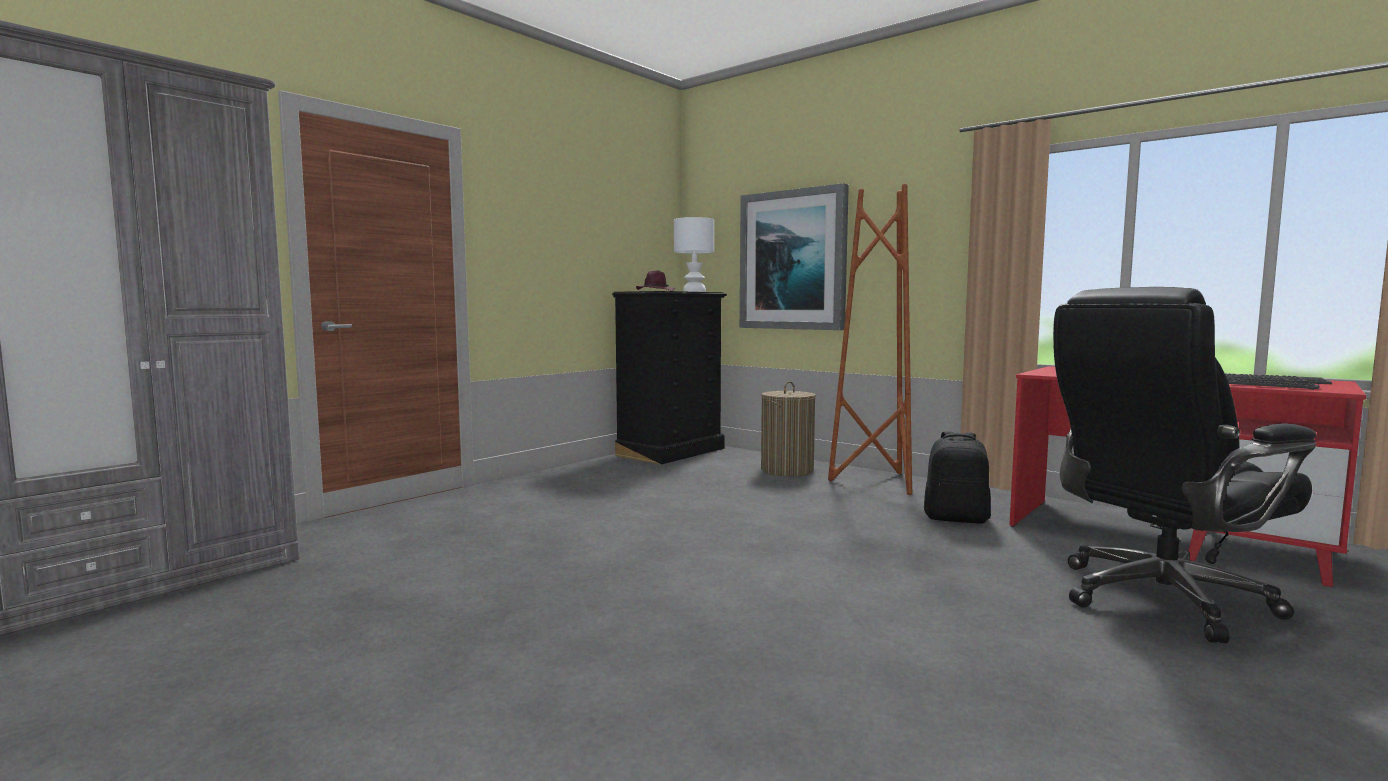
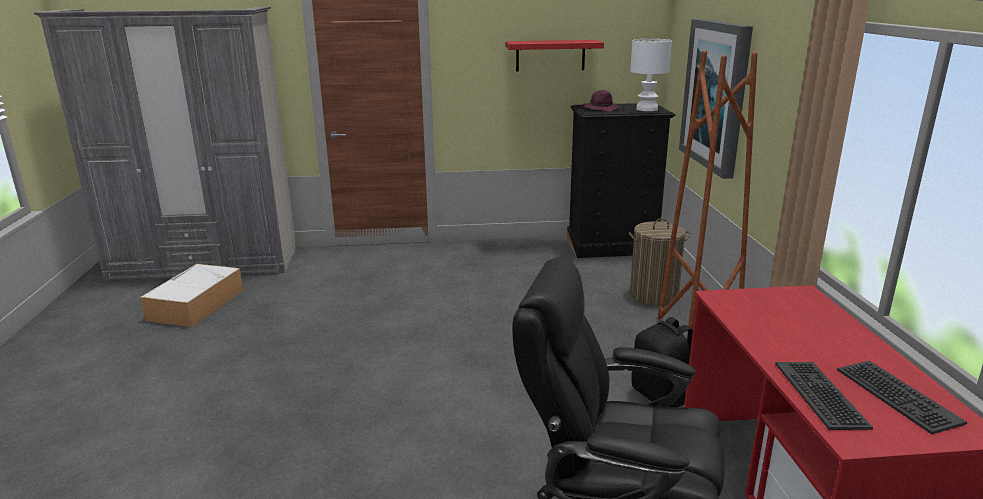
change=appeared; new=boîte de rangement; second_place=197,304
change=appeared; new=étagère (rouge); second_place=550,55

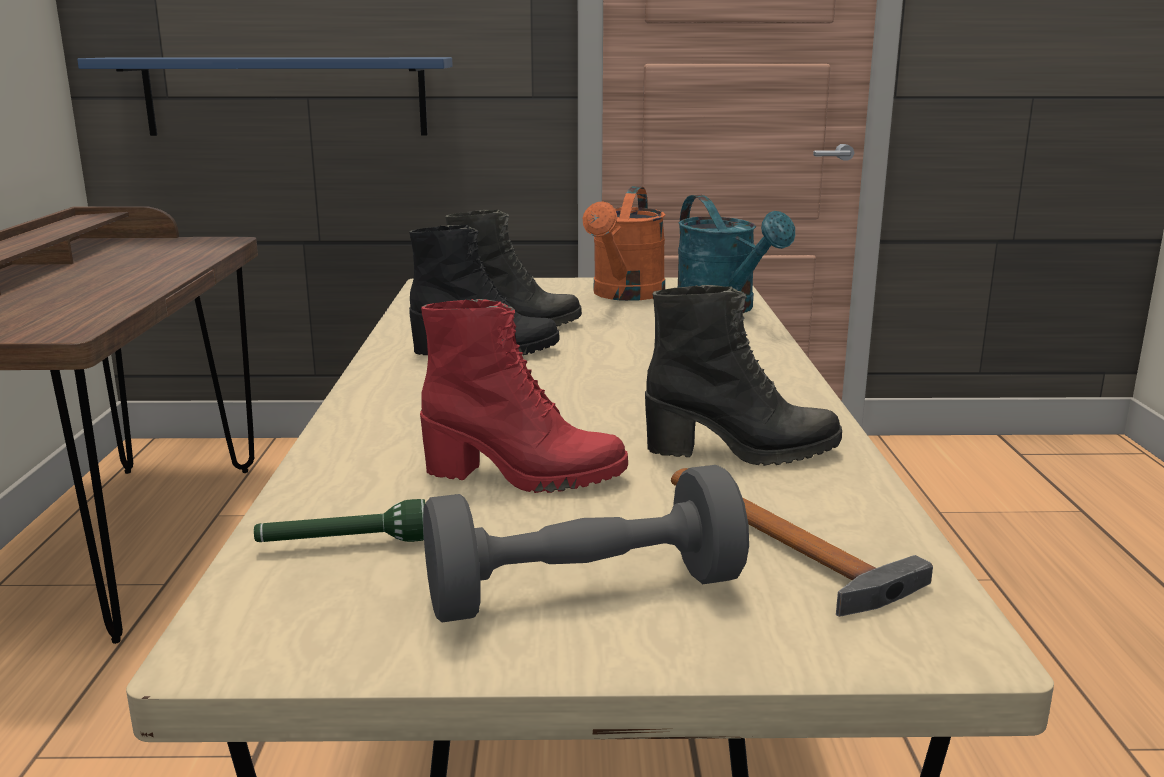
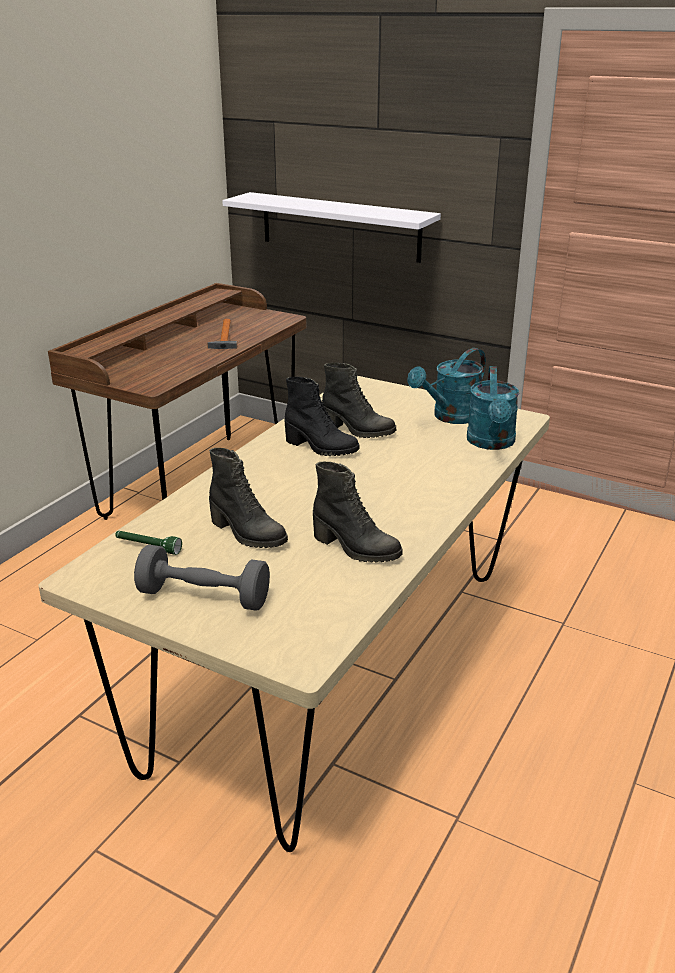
change=relocated; old=marteau; first_place=785,544; second_place=224,337
change=colour; old=étagère (bleu); new=étagère (blanc); first_place=286,96; second_place=340,227
change=colour; old=botte (rouge); new=botte (noir); first_place=524,477; second_place=247,534
change=colour; old=arrosoir (orange); new=arrosoir (turquoise); first_place=625,295; second_place=450,417

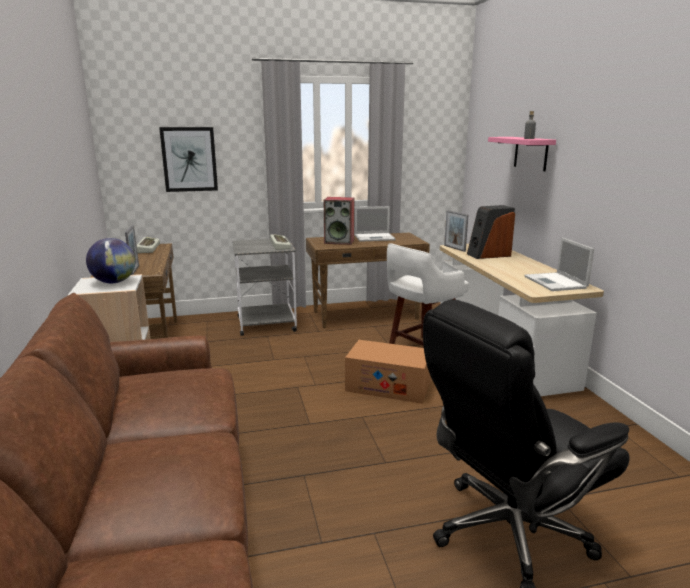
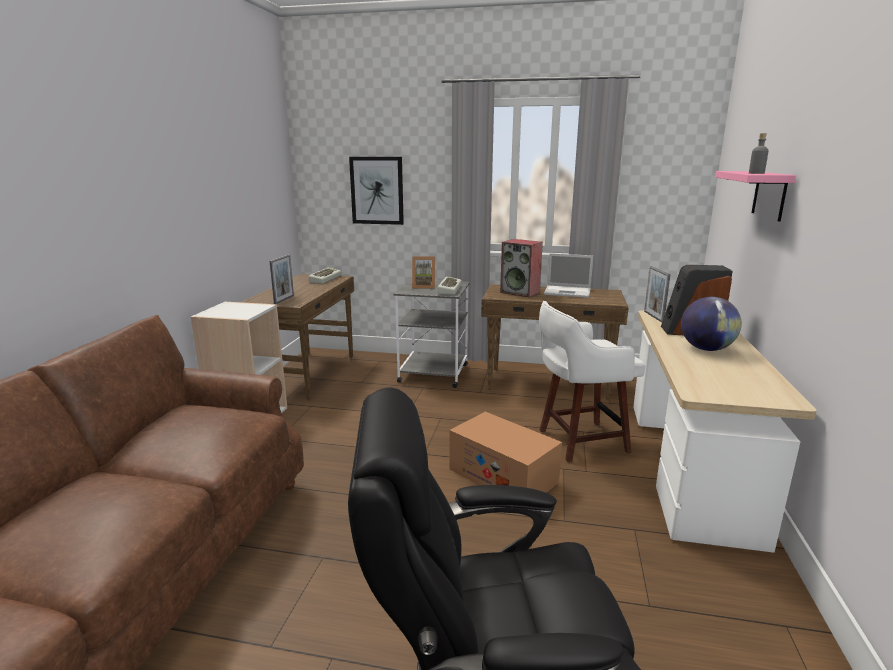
change=missing; old=ordinateur portable; first_place=556,282
change=appeared; new=cadre photo; second_place=423,287
change=relocated; old=globe; first_place=114,282; second_place=706,349

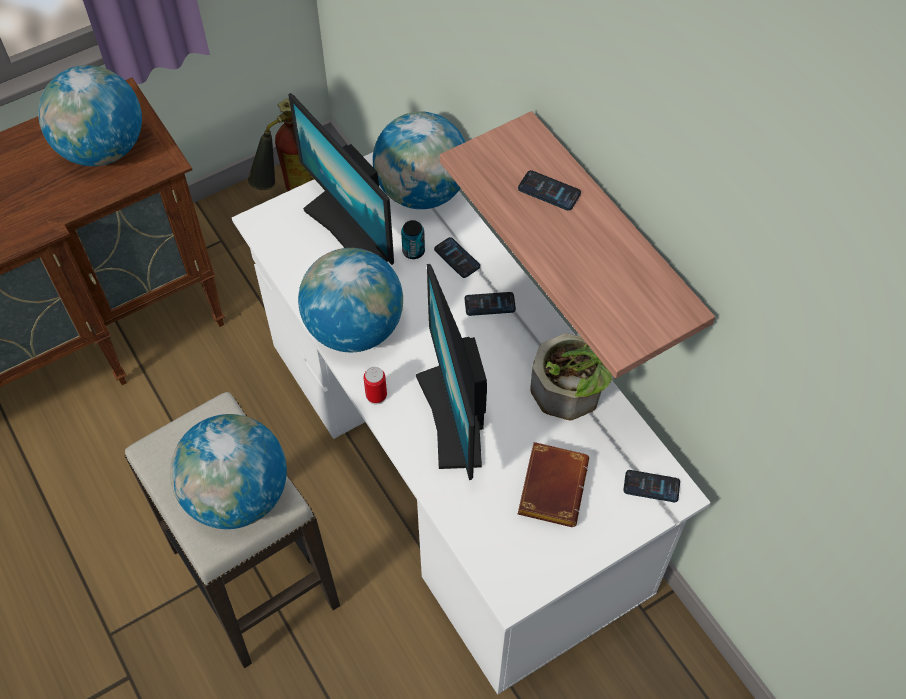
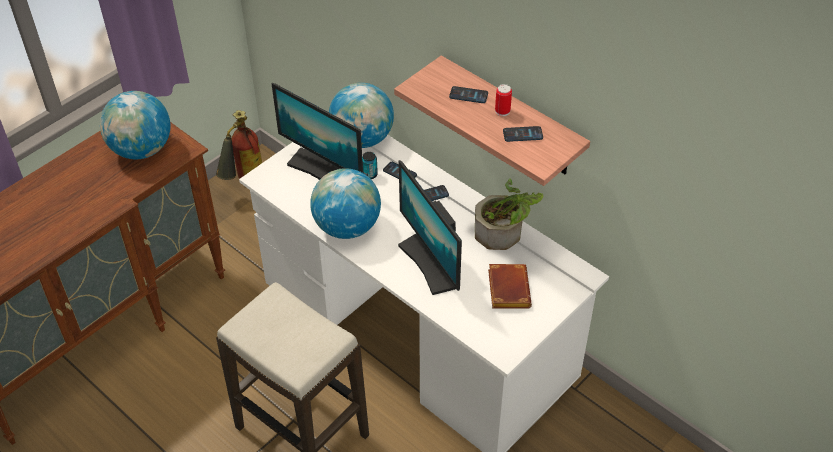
change=missing; old=globe; first_place=237,495
change=relocated; old=boîte métallique; first_place=376,395; second_place=502,111
change=relocated; old=téléphone; first_place=651,486; second_place=522,134

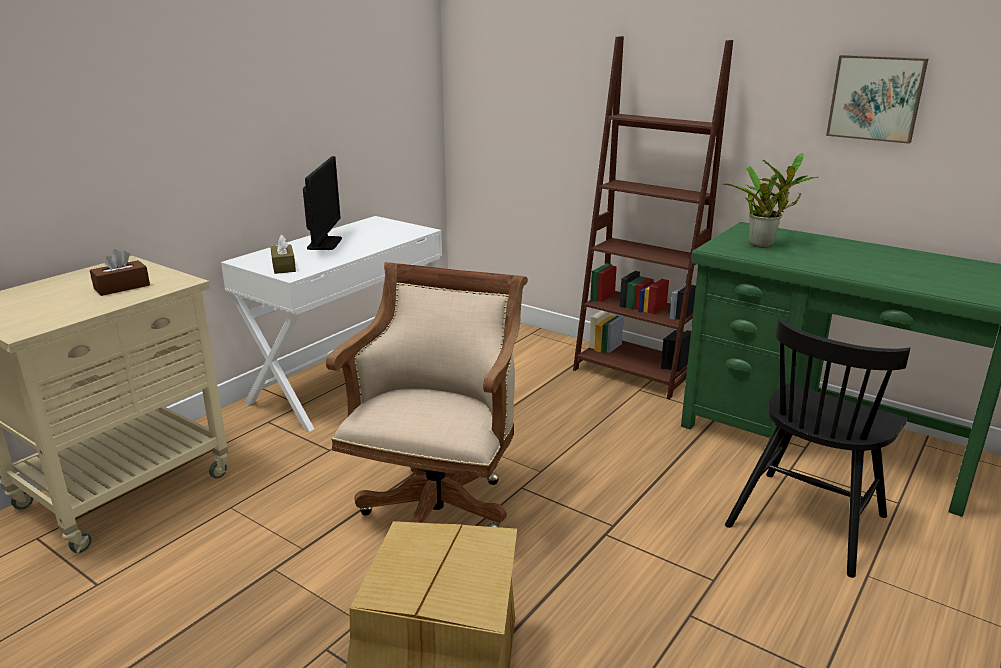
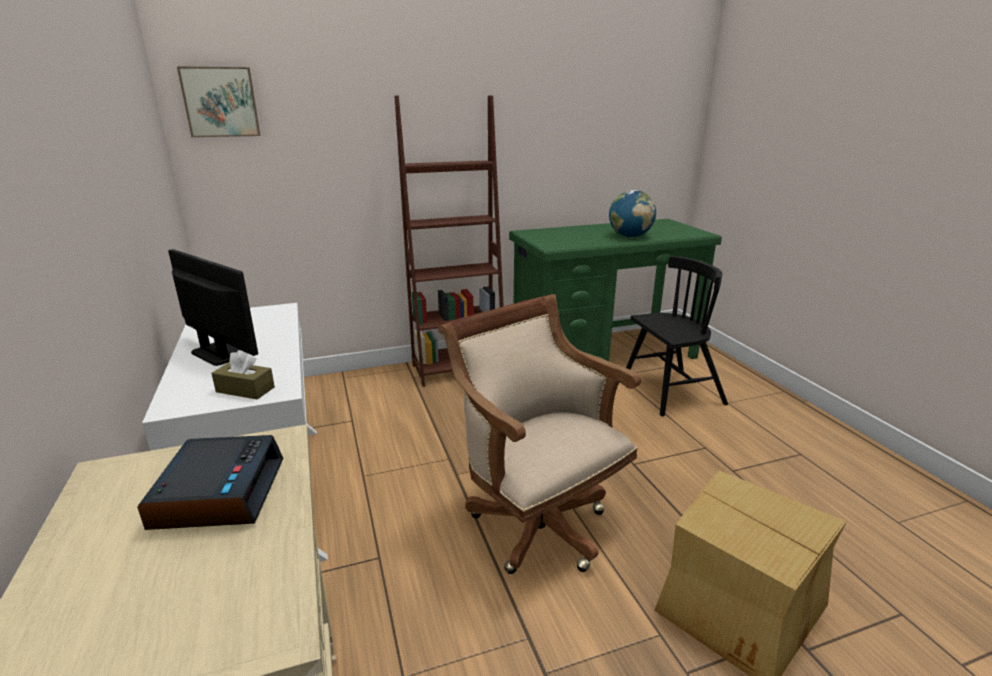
change=missing; old=plante en pot; first_place=764,244
change=appeared; new=globe; second_place=630,236
change=relocated; old=tableau; first_place=876,98; second_place=220,102
change=exchanged; old=boîte à mouchoirs (marron); new=réveil; first_place=122,287; second_place=219,492
change=spun; old=chaise (noir); first_place=809,516; second_place=667,392; degrees=-90

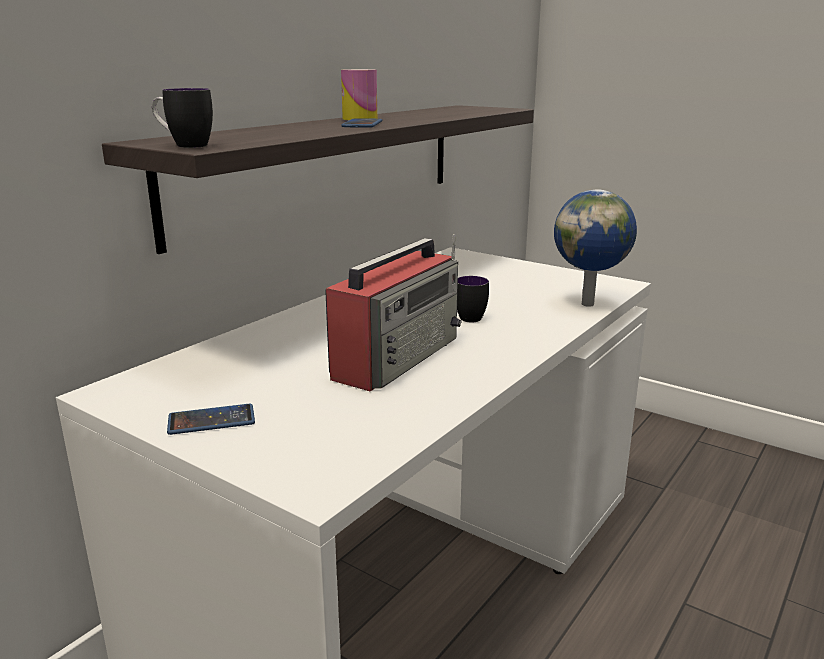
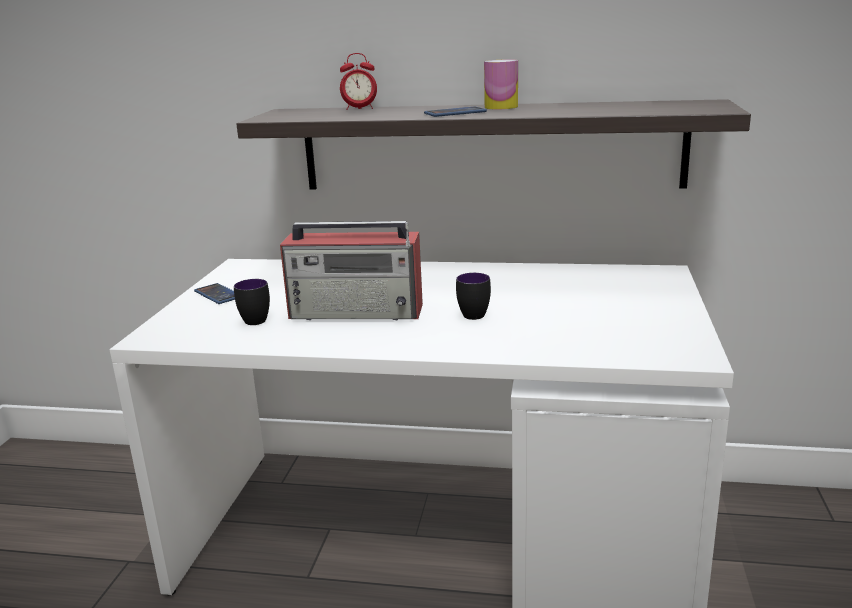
change=missing; old=globe; first_place=589,304
change=appeared; new=réveil; second_place=359,109
change=relocated; old=mug; first_place=184,145; second_place=256,318

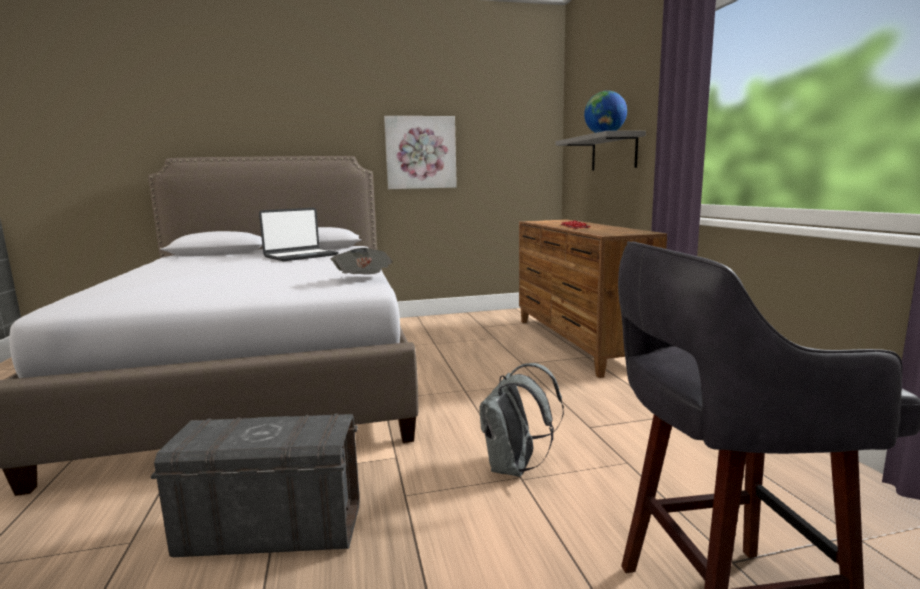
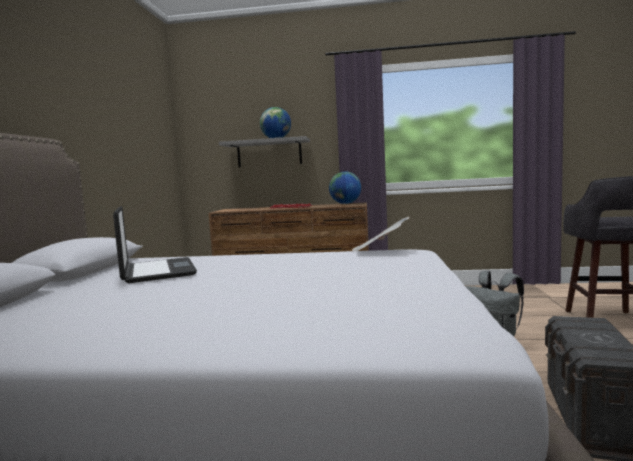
change=missing; old=tableau; first_place=420,153
change=appeared; new=globe; second_place=345,204

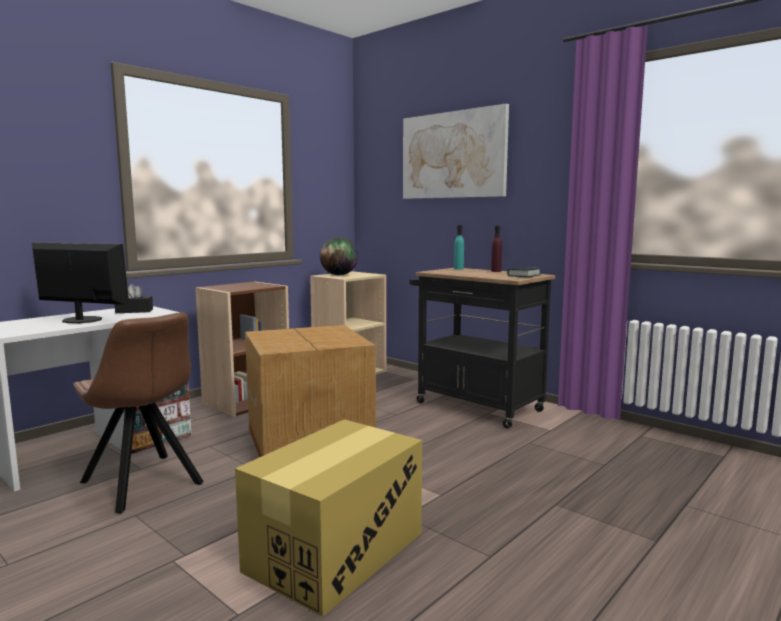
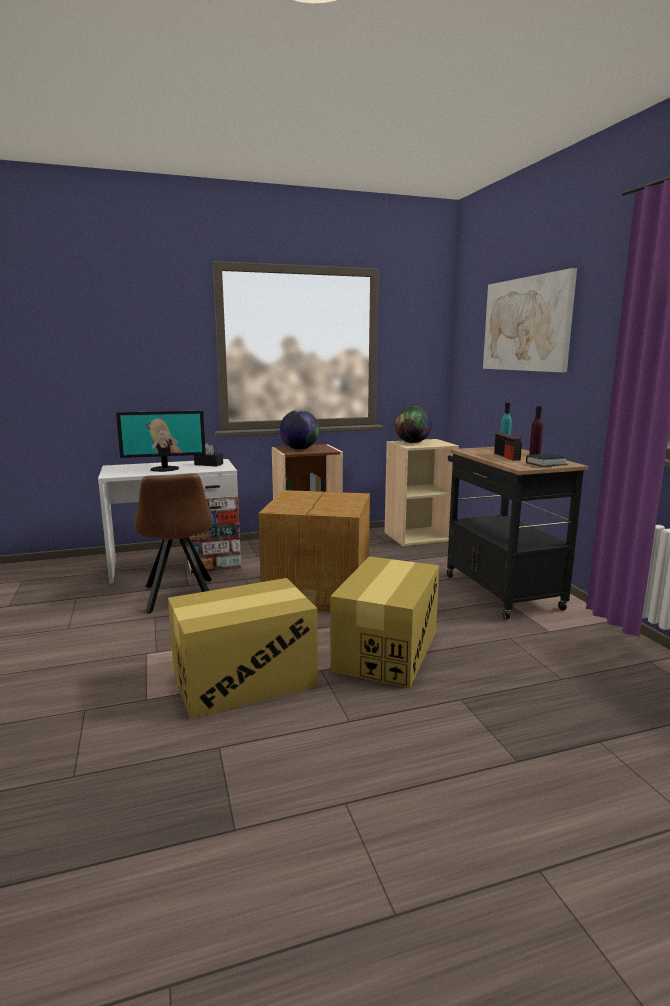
change=appeared; new=globe; second_place=299,449
change=appeared; new=carton; second_place=386,650
change=appeared; new=radio; second_place=506,456
change=spun; old=écran d'ordinateur; first_place=81,320; second_place=165,469; degrees=120

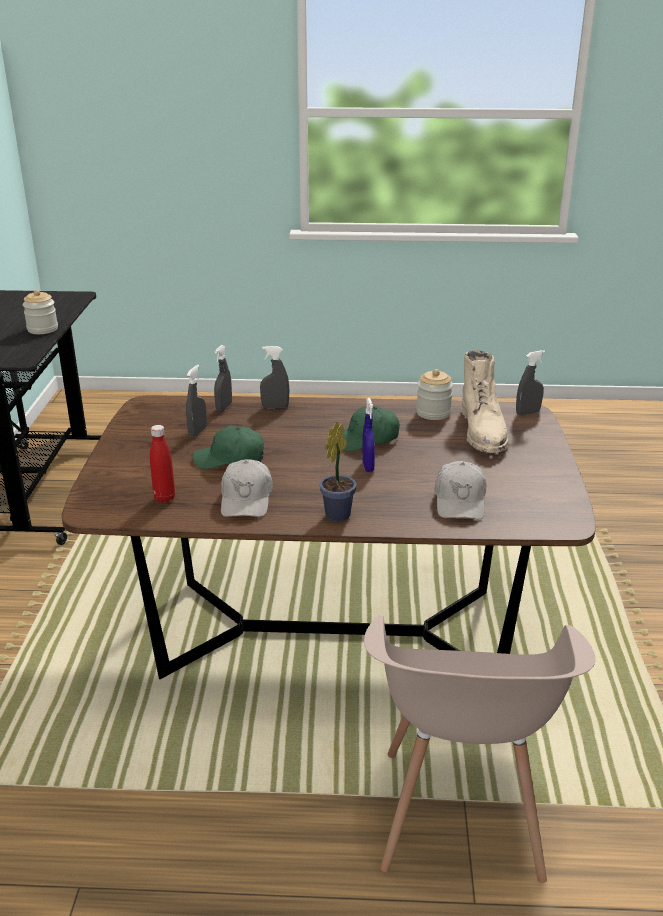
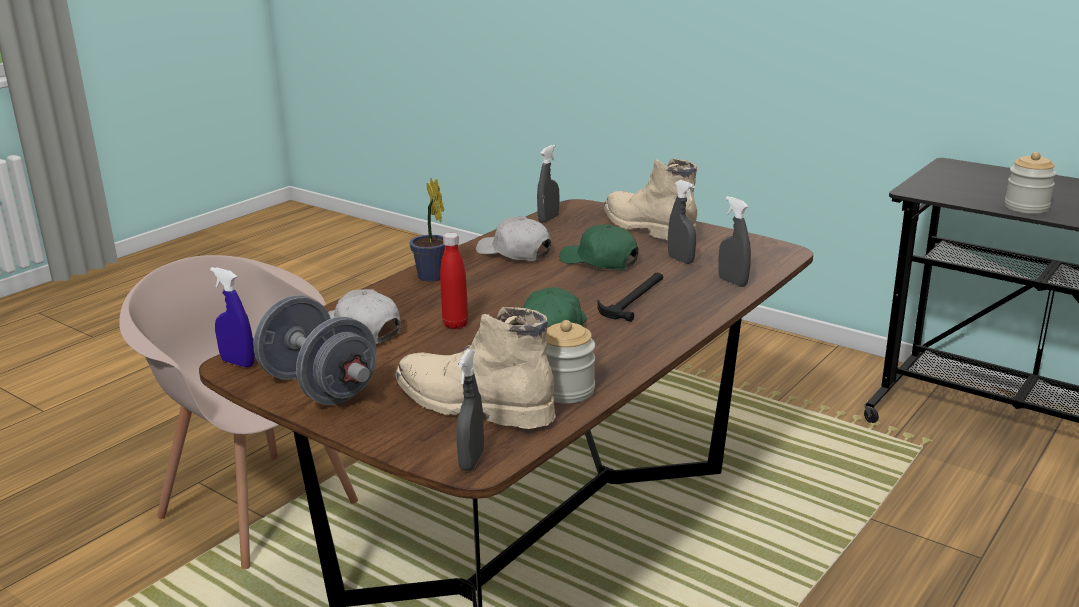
change=appeared; new=haltère (gris); second_place=319,387
change=appeared; new=marteau; second_place=634,298
change=appeared; new=botte (beige); second_place=645,226
change=relocated; old=bouteille (rouge); first_place=164,498; second_place=455,324
change=relocated; old=vaporisateur (gris); first_place=275,407; second_place=548,219
change=relocated; old=vaporisateur (bleu); first_place=368,466; second_place=238,363
change=spun; old=casquette (vert); first_place=230,459; second_place=599,261; degrees=-90

